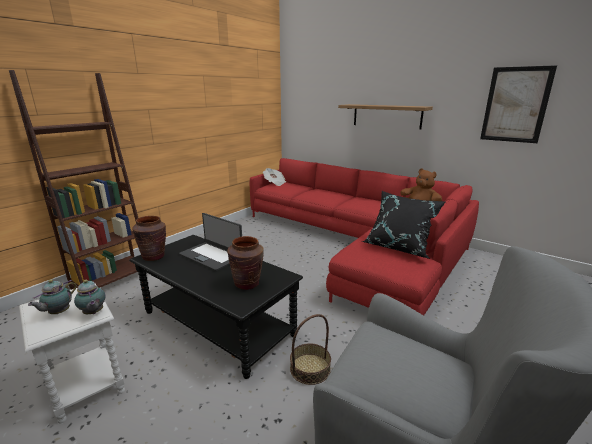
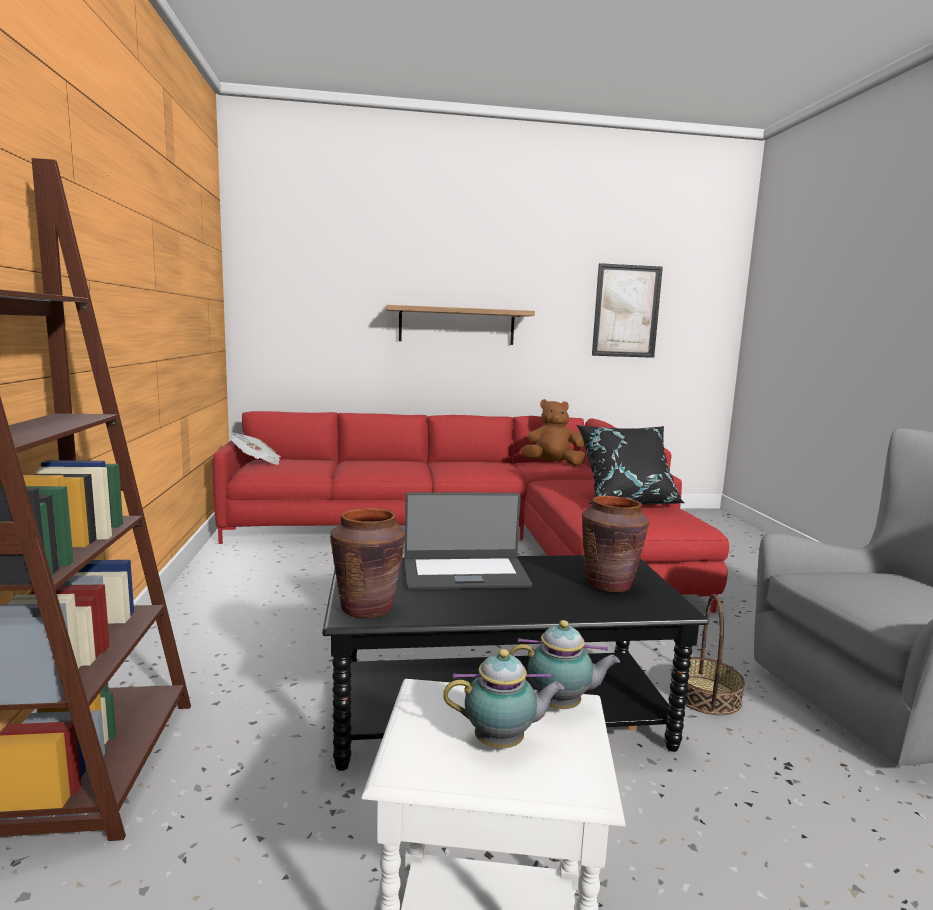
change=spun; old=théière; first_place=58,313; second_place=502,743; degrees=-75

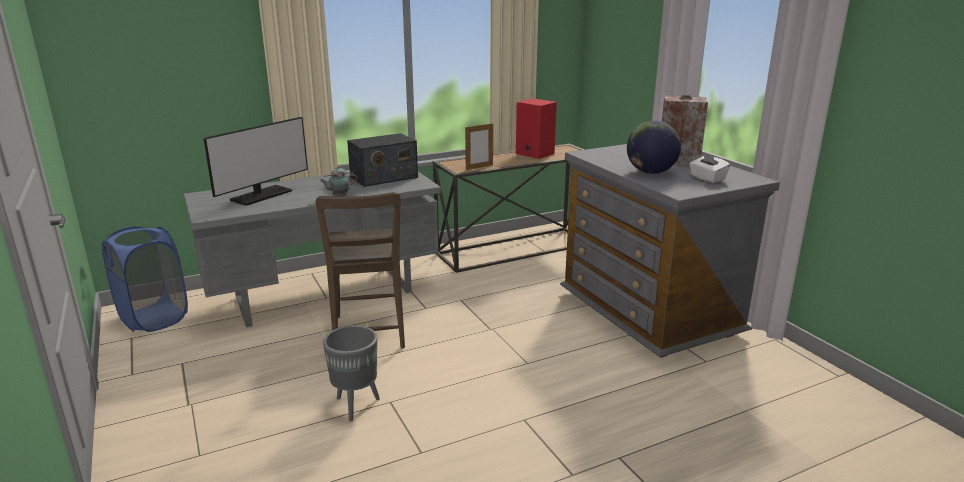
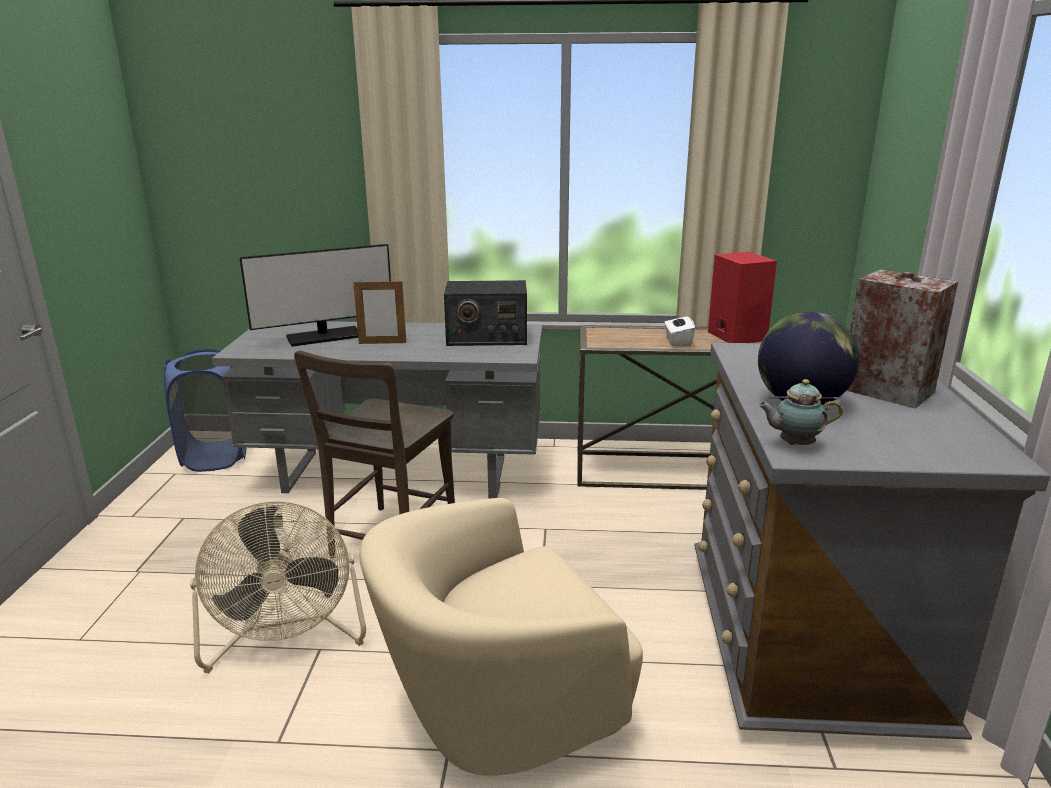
change=appeared; new=fauteuil (beige); second_place=500,711
change=relocated; old=théière; first_place=339,196; second_place=793,444
change=relocated; old=cadre photo; first_place=479,167; second_place=382,343
change=relocated; old=boîte à mouchoirs (blanc); first_place=707,178; second_place=678,341
change=exchanged; old=cache-pot (gris); new=ventilateur (beige); first_place=356,405; second_place=280,638

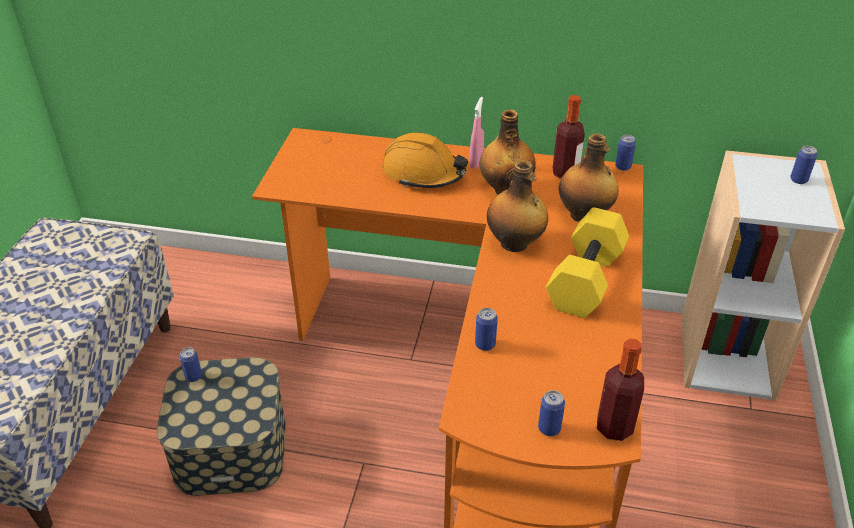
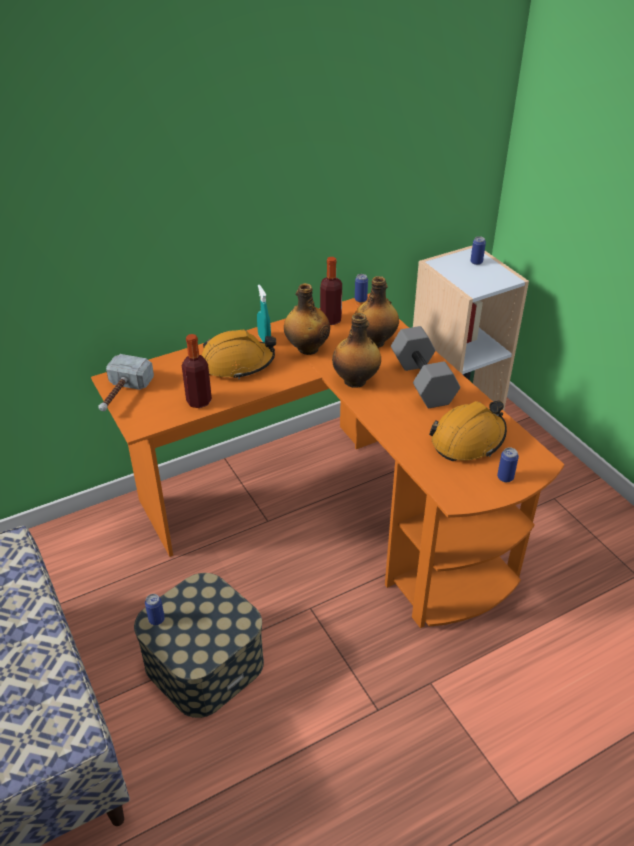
change=missing; old=boîte métallique; first_place=485,344
change=appeared; new=marteau; second_place=121,394
change=appeared; new=casque de chantier (orange); second_place=468,439
change=relocated; old=bouteille; first_place=614,427; second_place=199,401
change=colour; old=vaporisateur (rose); new=vaporisateur (turquoise); first_place=476,162; second_place=264,339
change=colour; old=haltère (jaune); new=haltère (gris); first_place=587,281; second_place=424,381

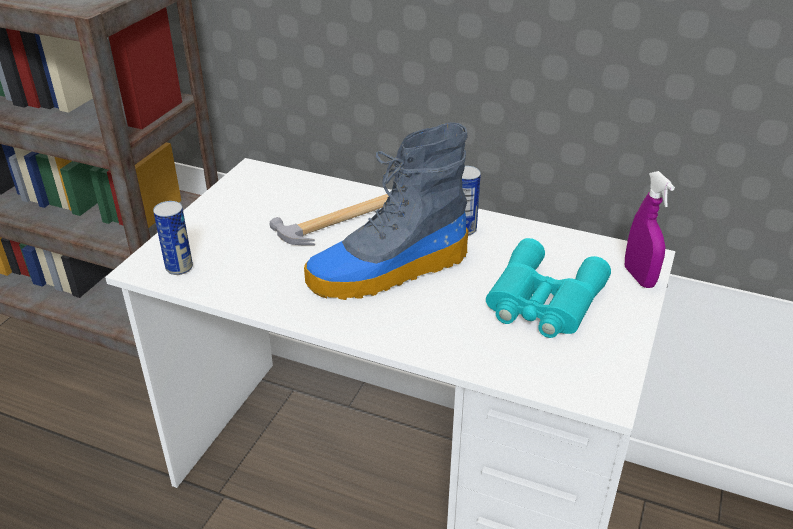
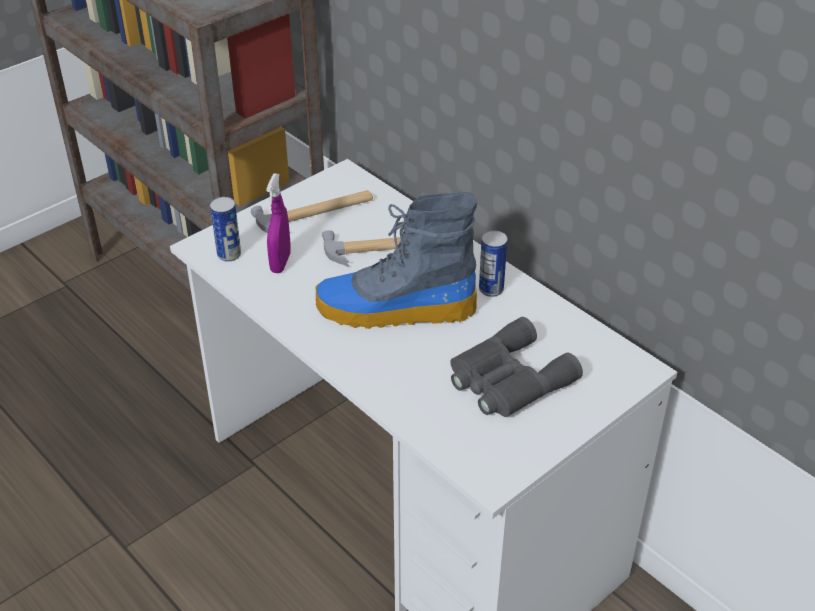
change=appeared; new=marteau; second_place=315,214
change=relocated; old=vaporisateur (violet); first_place=639,277; second_place=280,263
change=colour; old=jumelles (turquoise); new=jumelles (gris); first_place=542,301; second_place=507,380

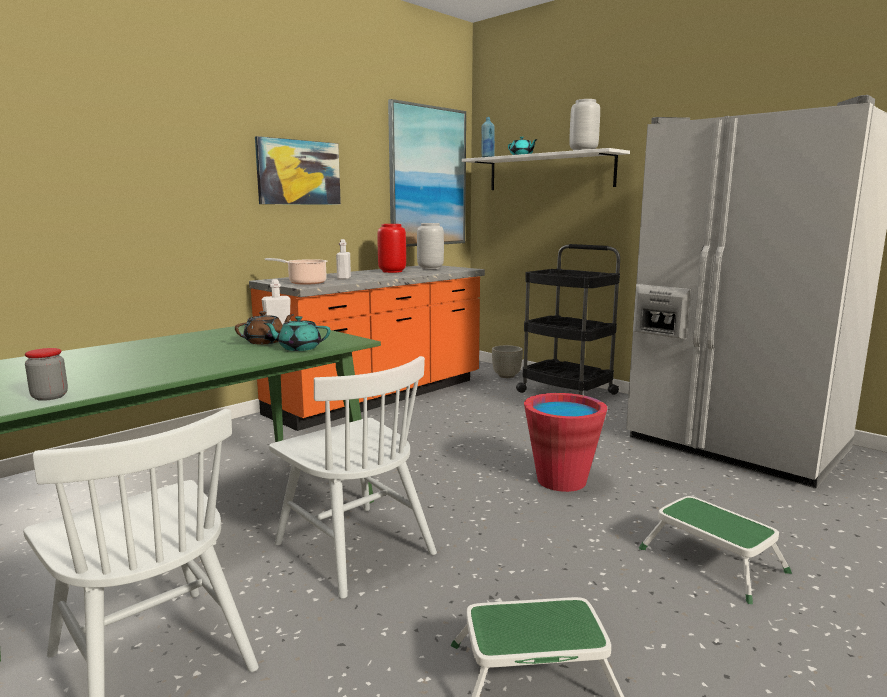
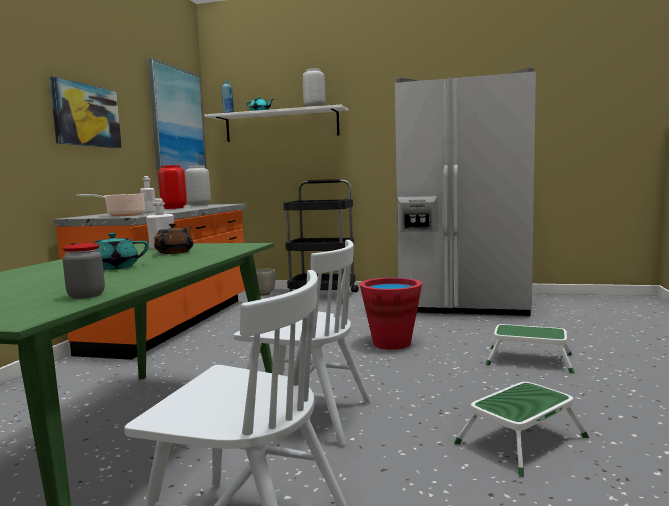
change=relocated; old=théière (turquoise); first_place=299,348; second_place=113,267

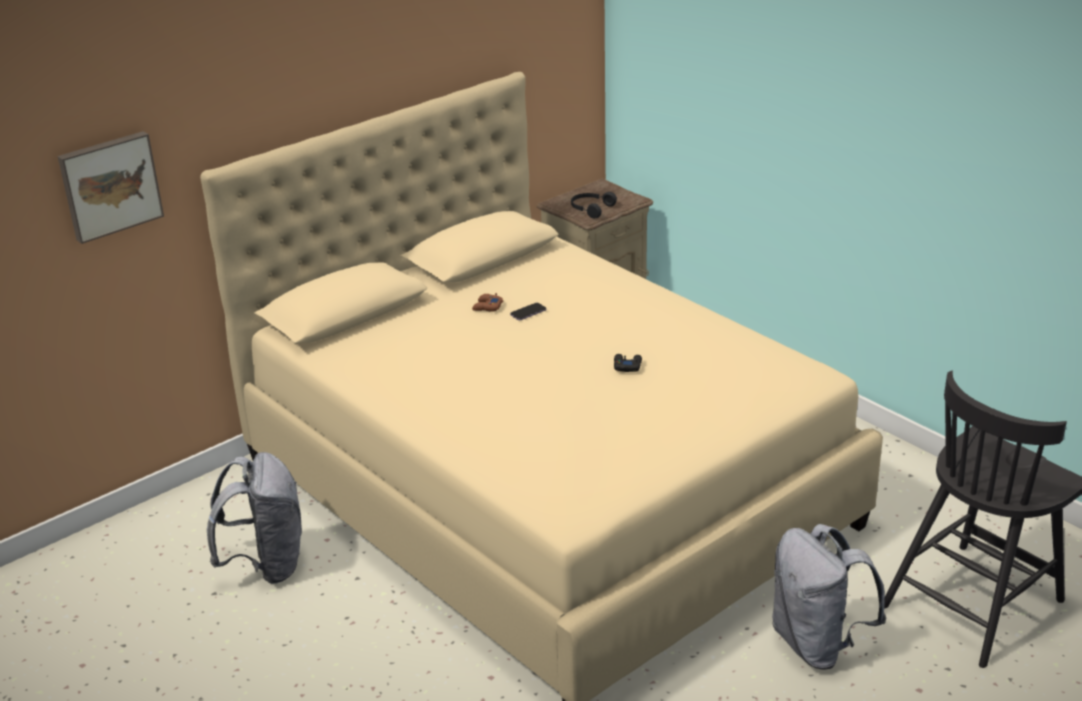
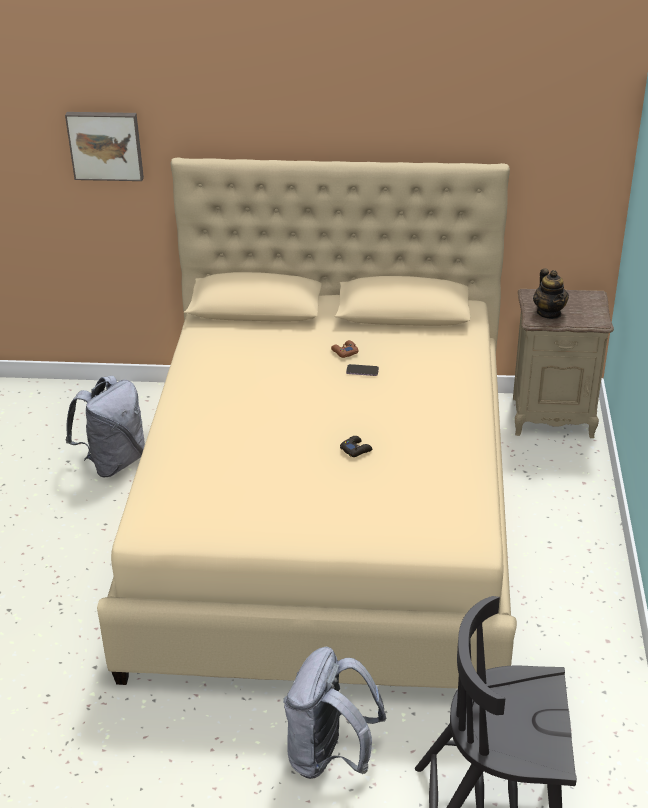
change=exchanged; old=casque audio (noir); new=théière; first_place=590,209; second_place=549,313

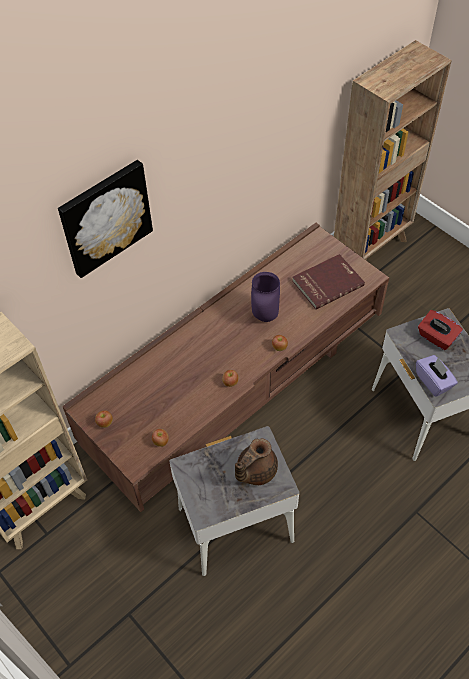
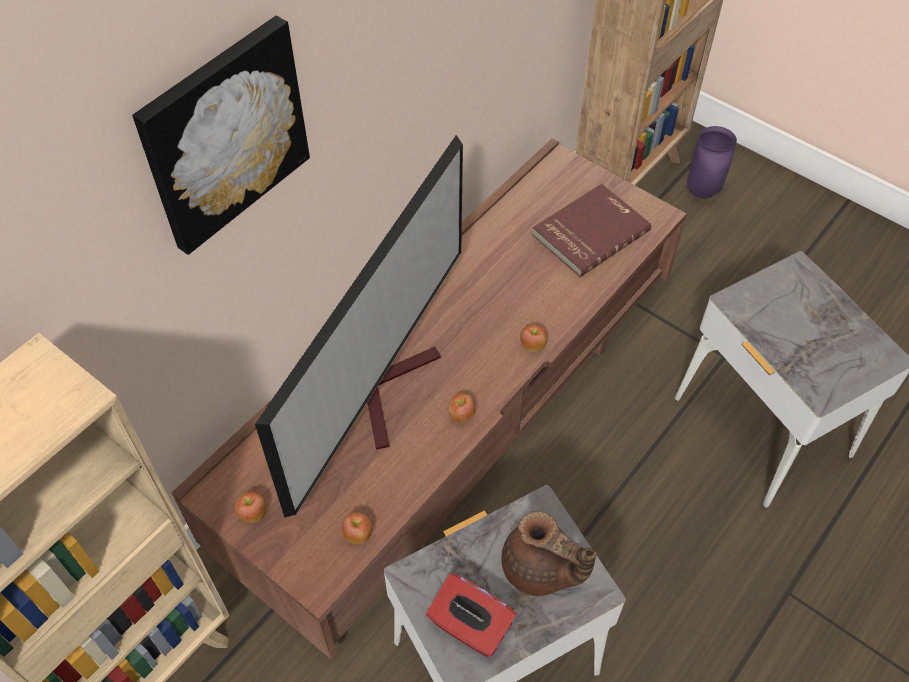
change=missing; old=boîte à mouchoirs (violet); first_place=433,381
change=appeared; new=téléviseur; second_place=390,387
change=relocated; old=vase (violet); first_place=265,317; second_place=703,193
change=relocated; old=boîte à mouchoirs (rouge); first_place=436,337; second_place=470,626
change=spun; old=théière (marron); first_place=255,471; second_place=540,569; degrees=-90

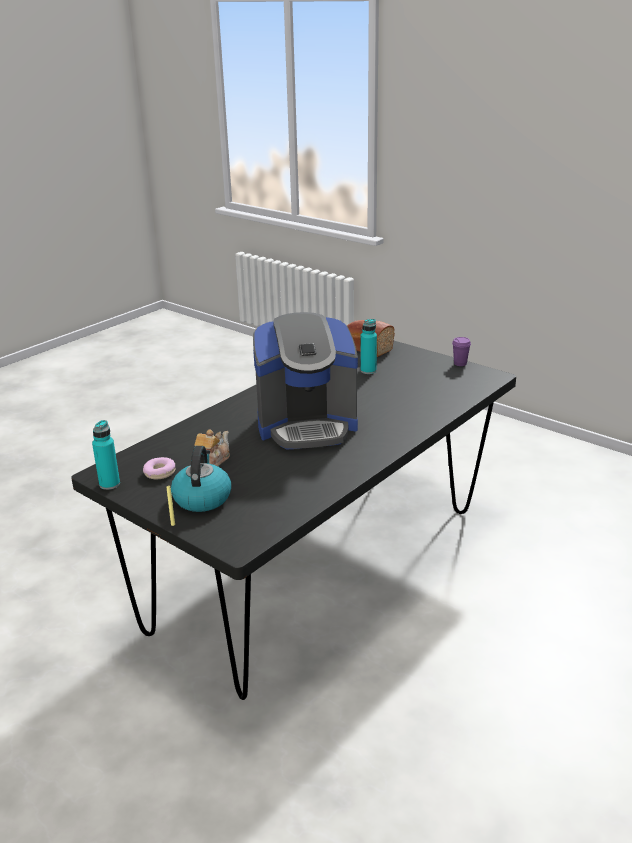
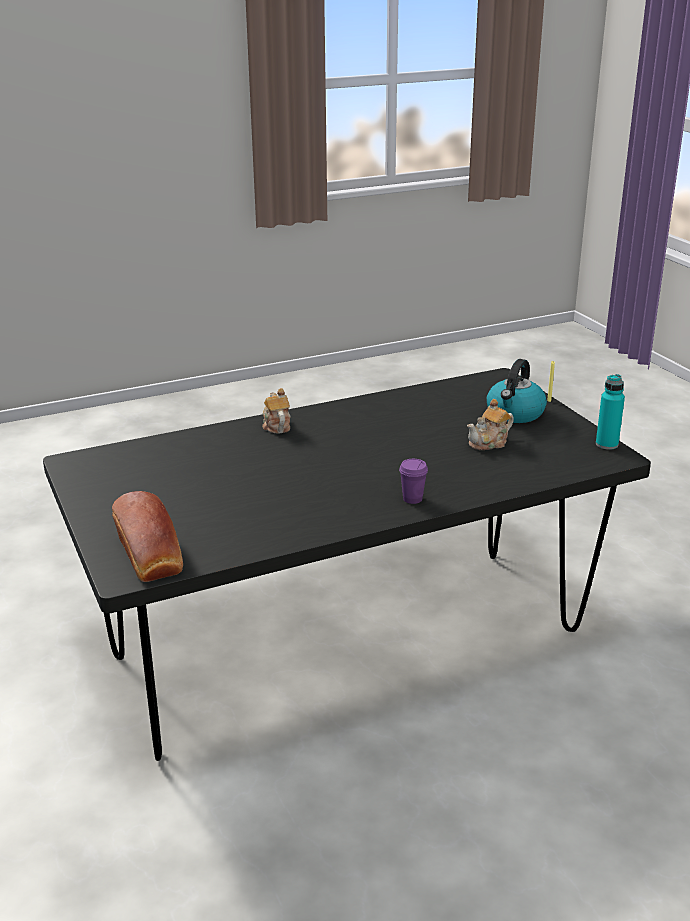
change=missing; old=beignet; first_place=160,473
change=missing; old=machine à café; first_place=307,426
change=missing; old=bouteille (turquoise); first_place=368,371
change=appeared; new=théière; second_place=276,426
change=relocated; old=tasse (violet); first_place=460,363; second_place=412,499

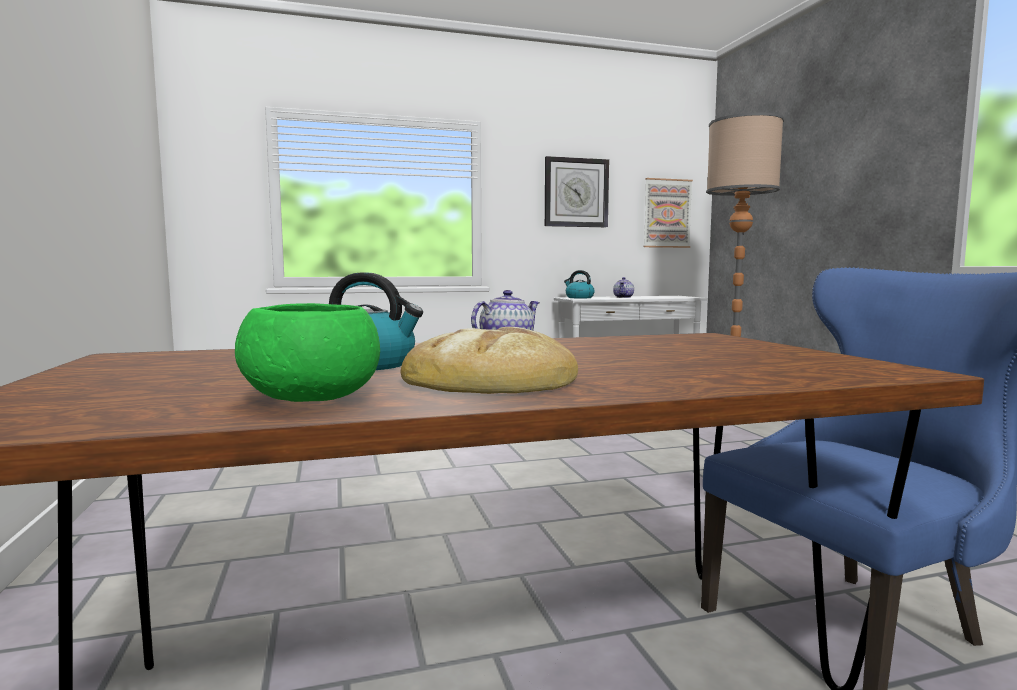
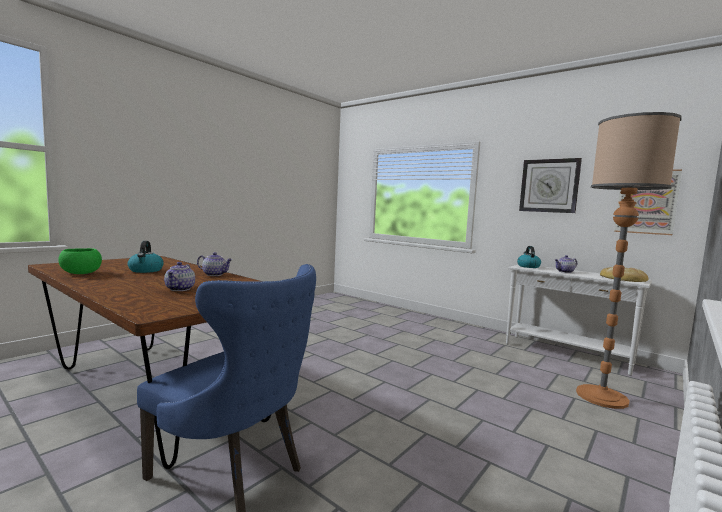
change=appeared; new=théière; second_place=180,289
change=relocated; old=pain; first_place=492,379; second_place=623,278

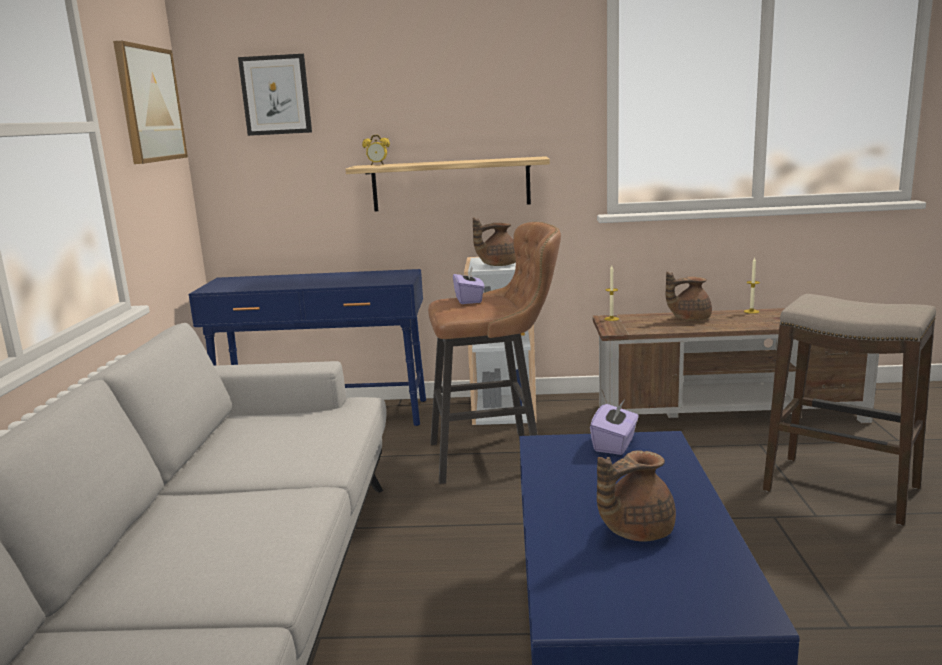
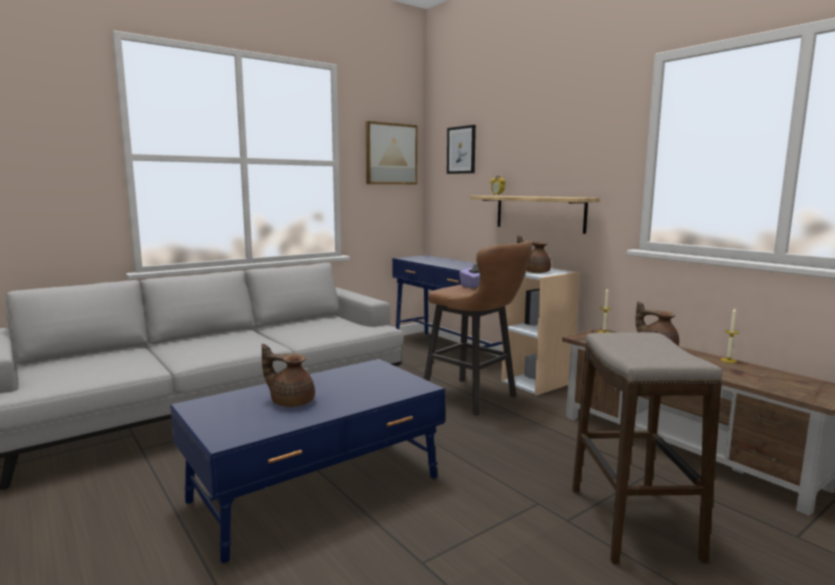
change=missing; old=boîte à mouchoirs (violet); first_place=615,444

